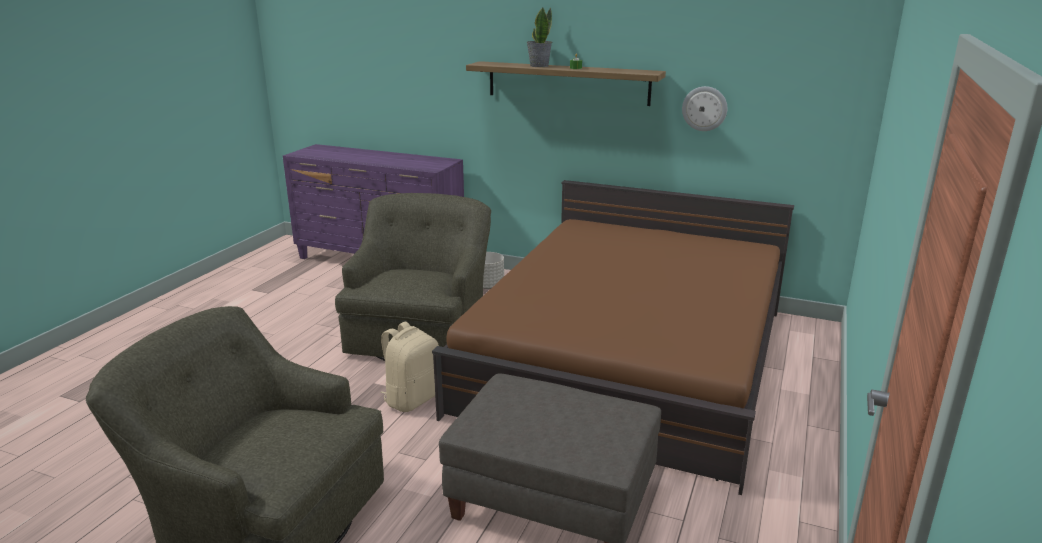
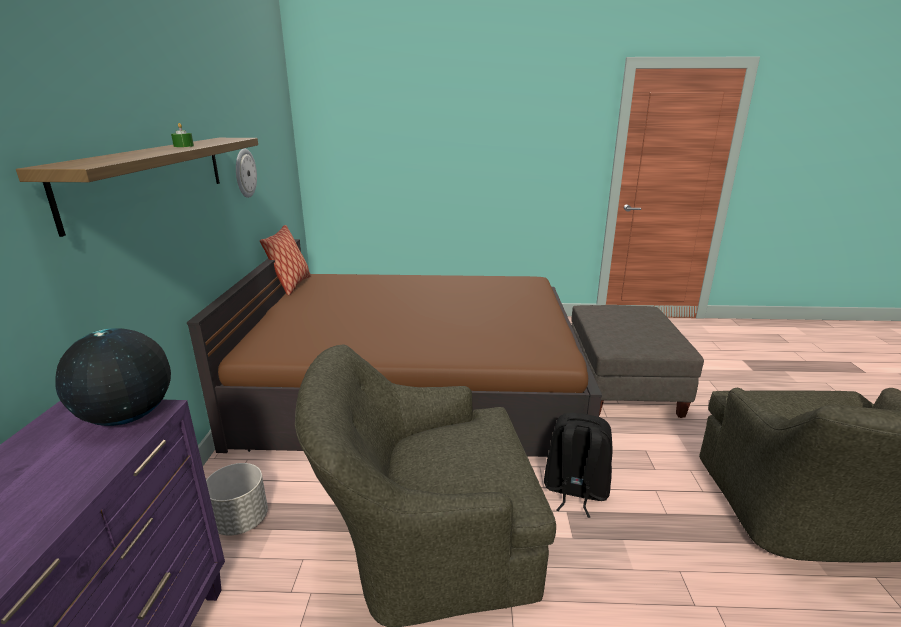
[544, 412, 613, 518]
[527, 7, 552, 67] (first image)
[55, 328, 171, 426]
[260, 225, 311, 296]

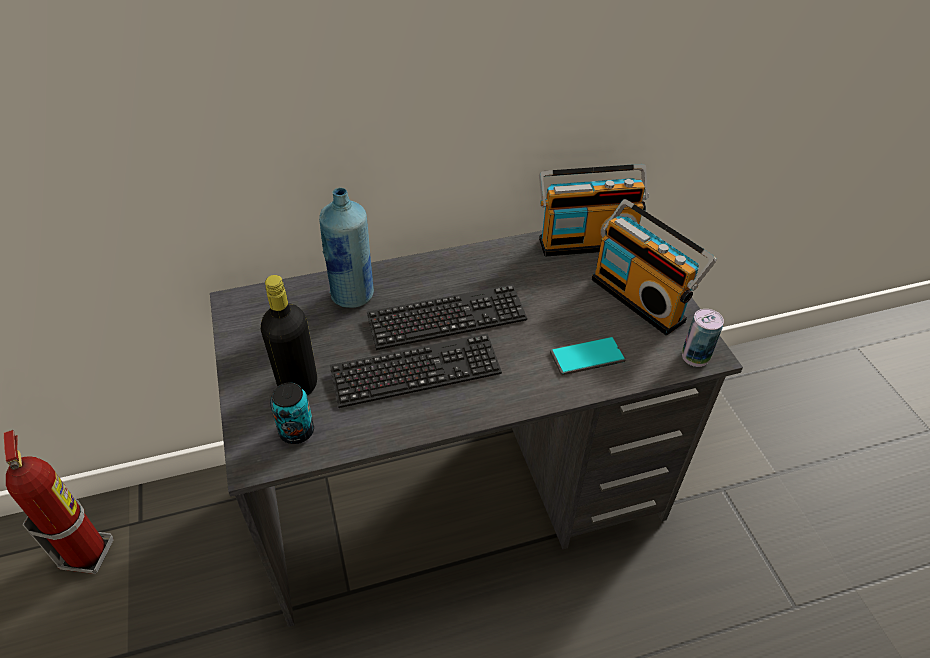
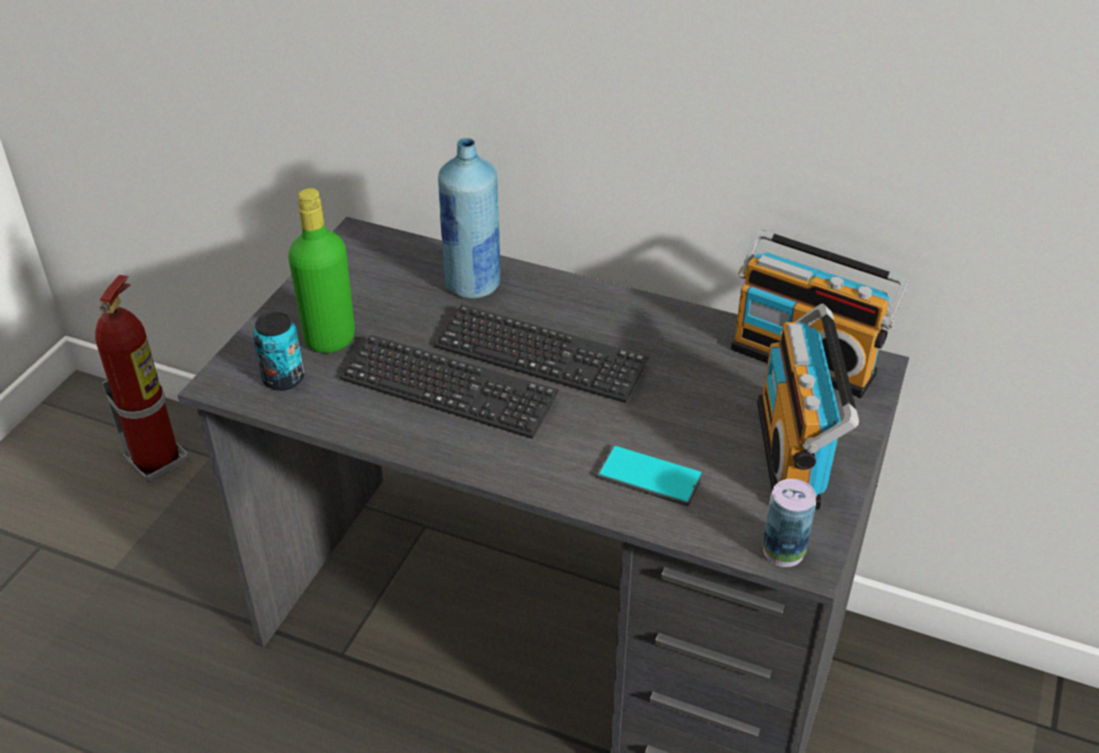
[288, 188, 355, 353]

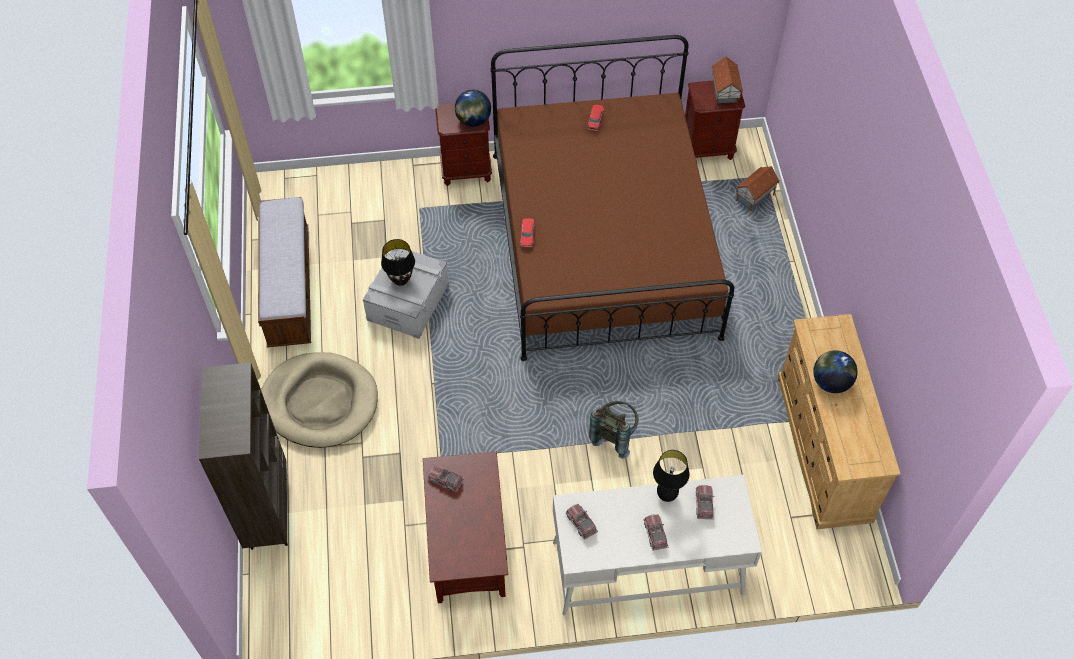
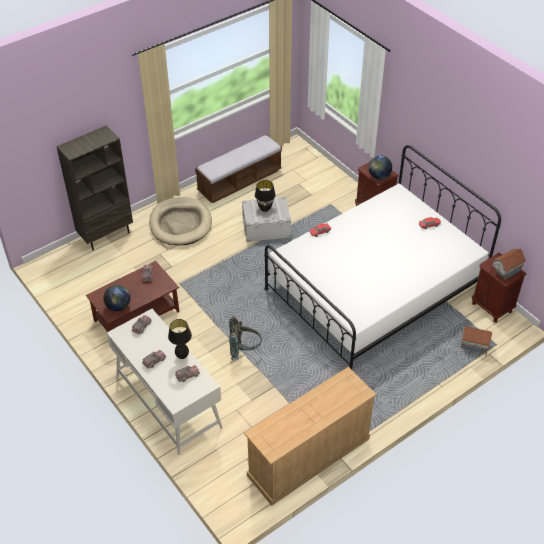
[264, 145, 501, 369]
[103, 285, 130, 311]

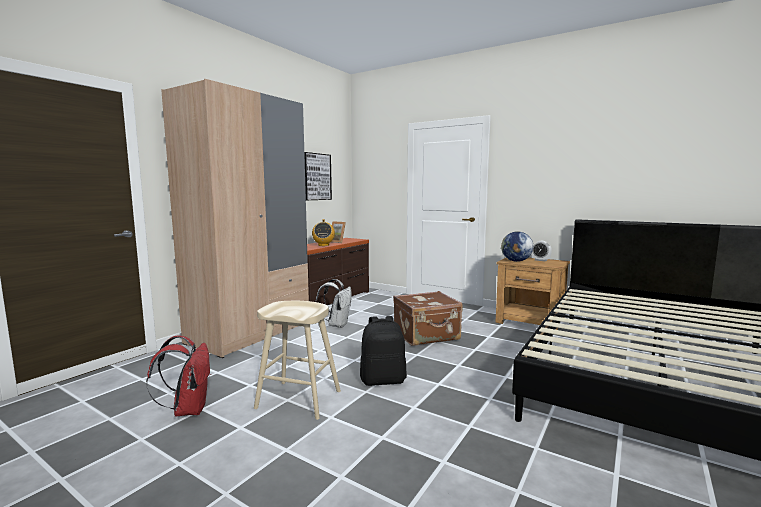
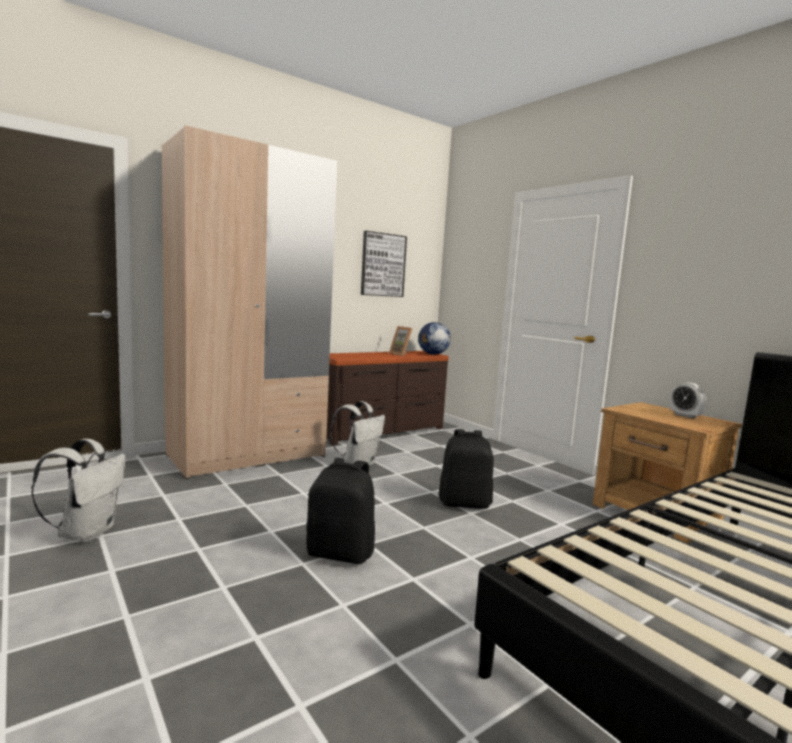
[31, 439, 126, 542]
[254, 301, 341, 420] (first image)
[312, 219, 335, 246] (first image)
[439, 429, 494, 509]
[418, 322, 451, 355]

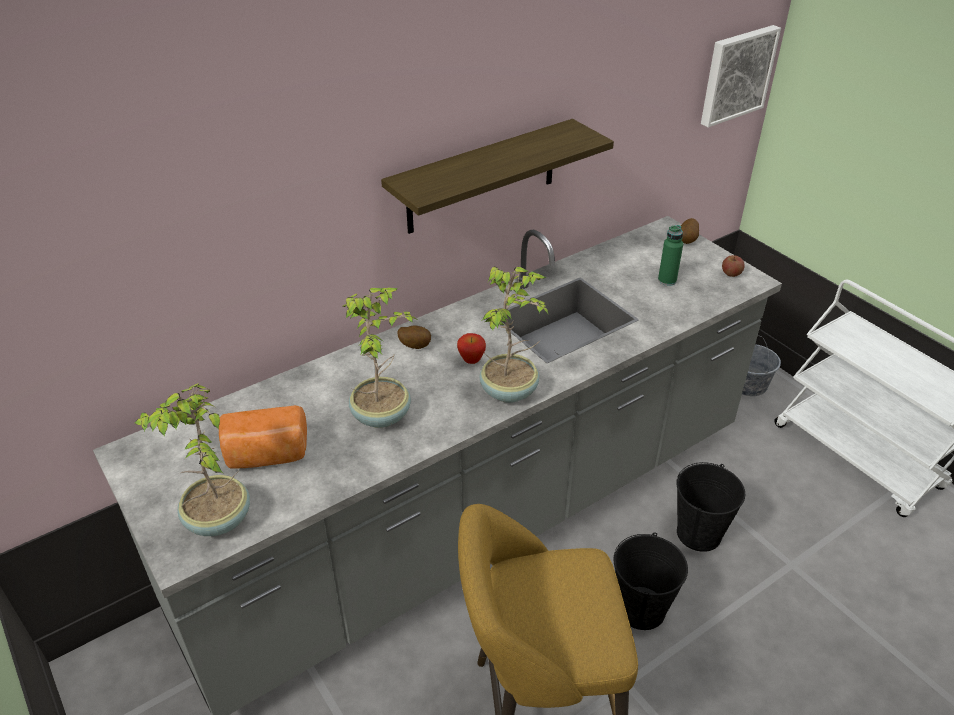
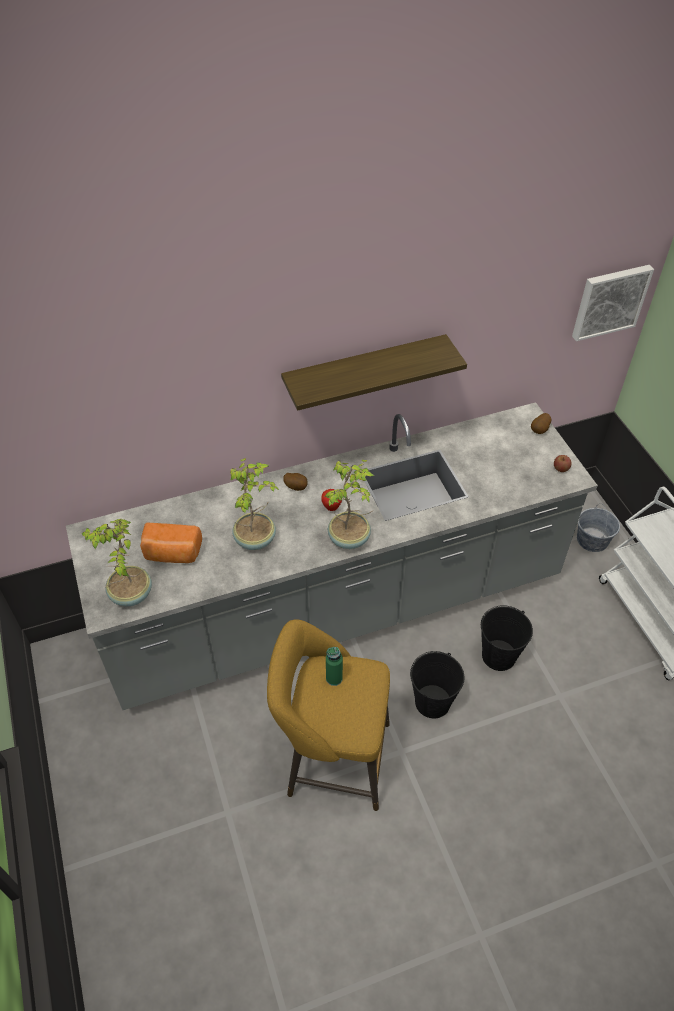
[326, 647, 343, 686]

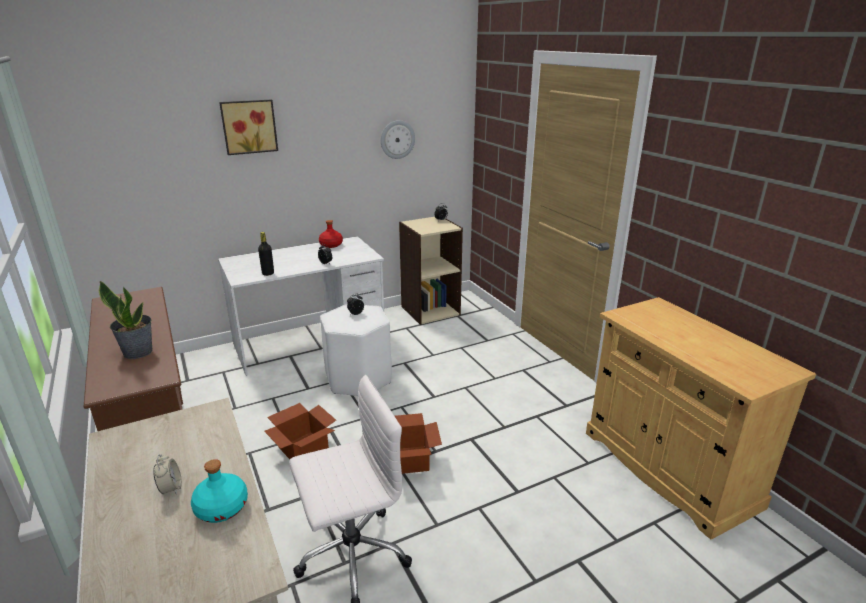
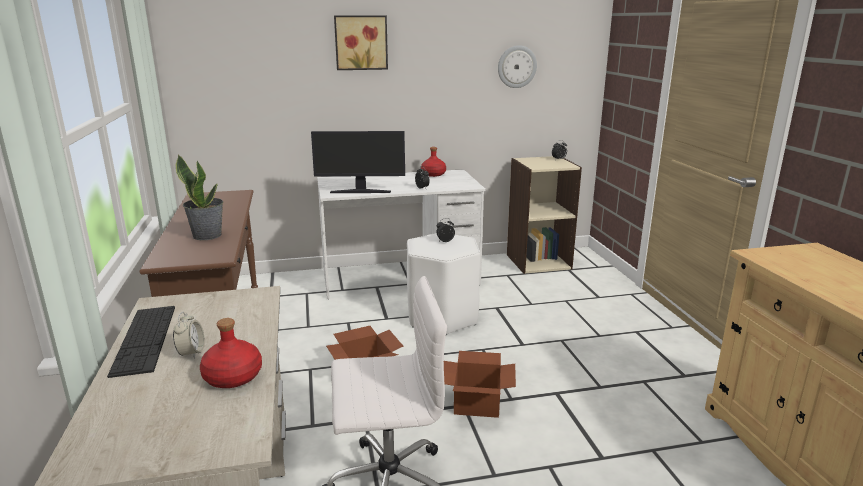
[200, 318, 262, 388]
[311, 131, 405, 193]
[107, 306, 175, 378]

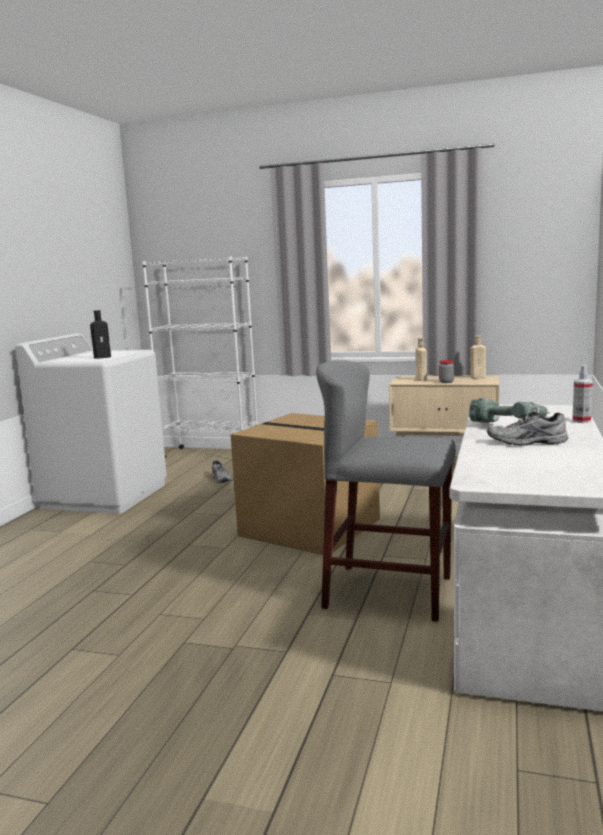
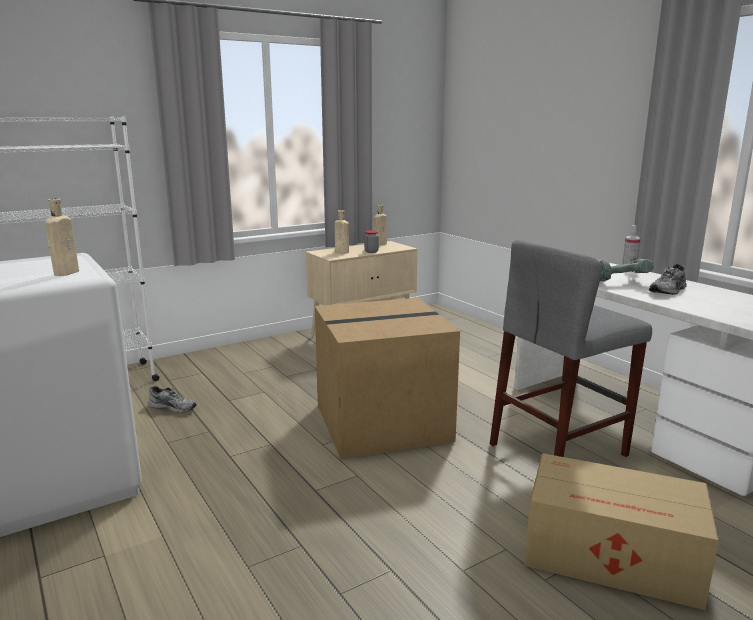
[45, 198, 79, 276]
[524, 453, 719, 610]

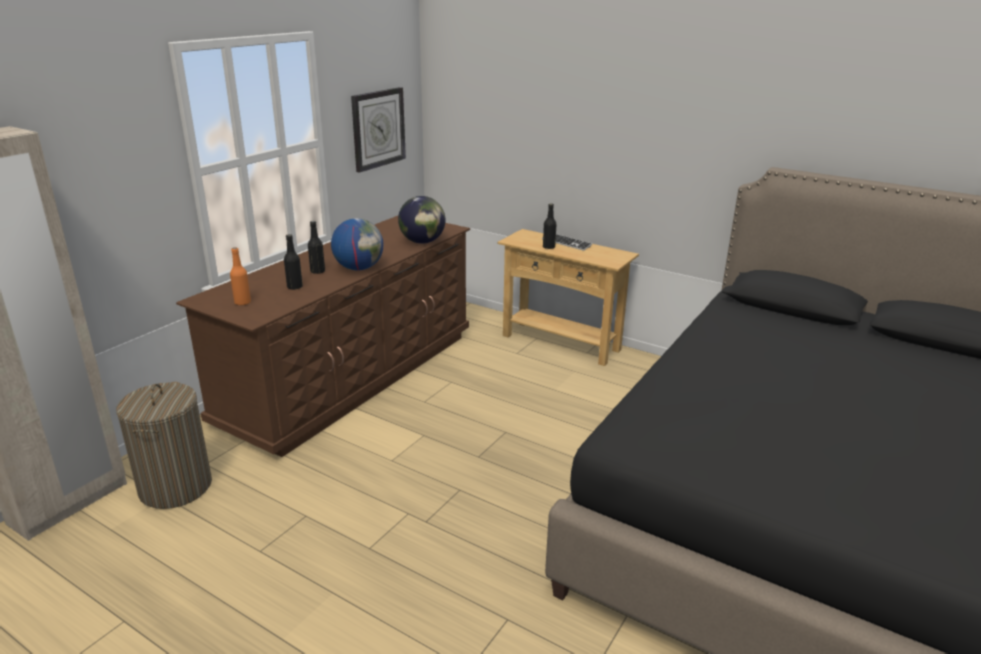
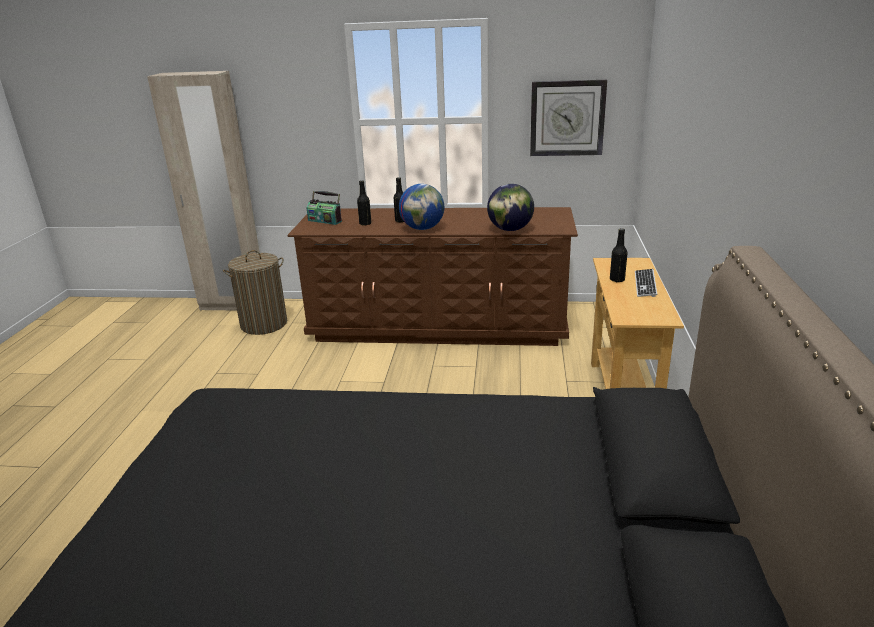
[306, 191, 342, 225]

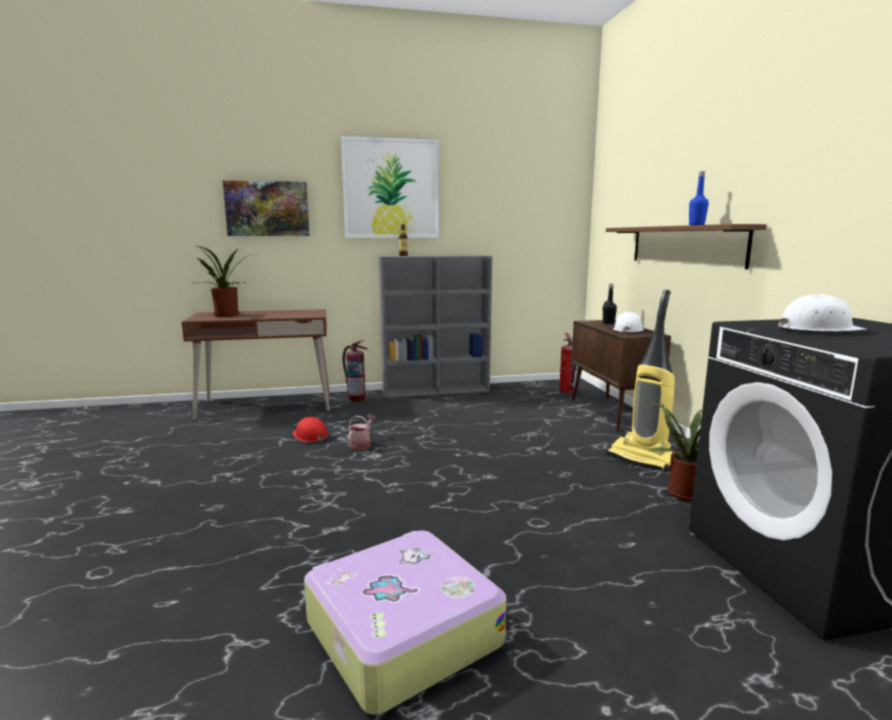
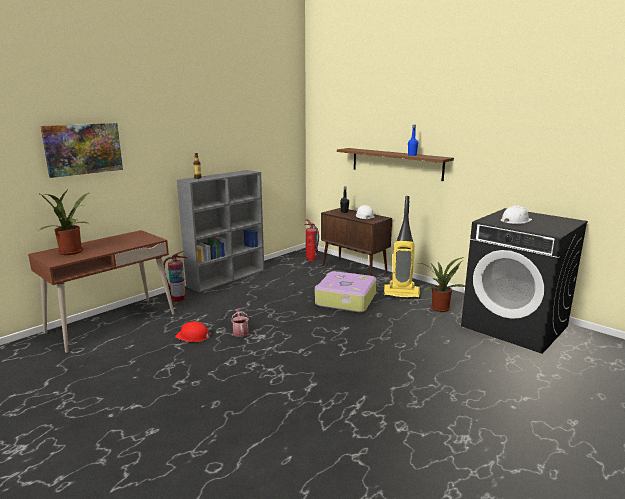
[315, 271, 377, 312]
[341, 136, 439, 238] (first image)

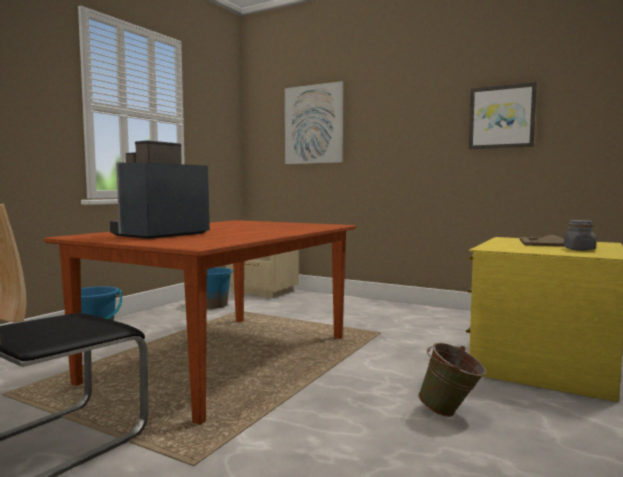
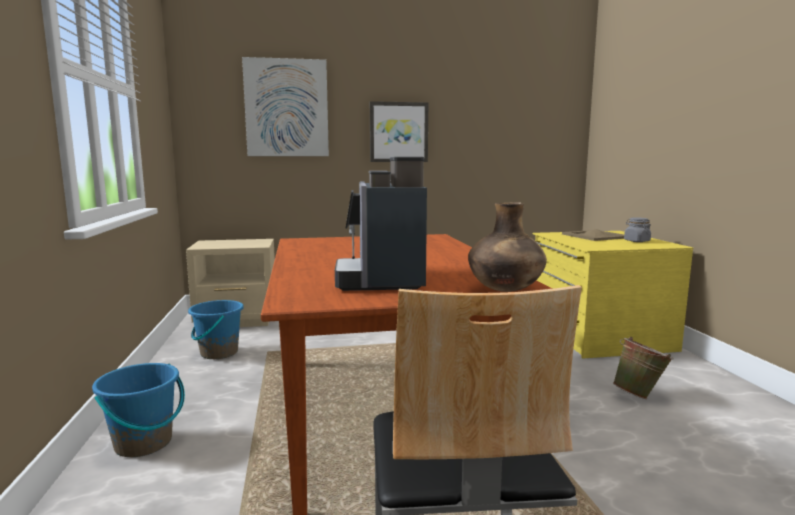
[370, 101, 428, 162]
[468, 202, 547, 292]

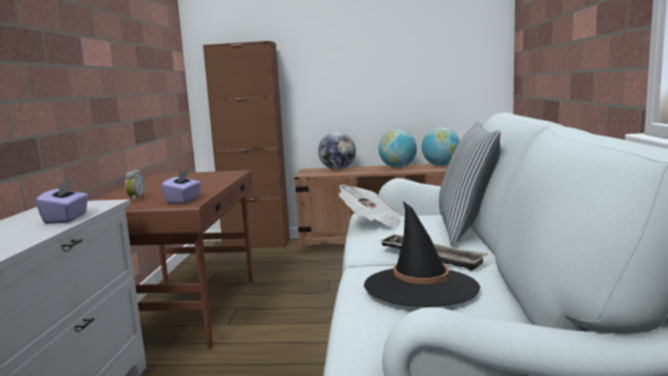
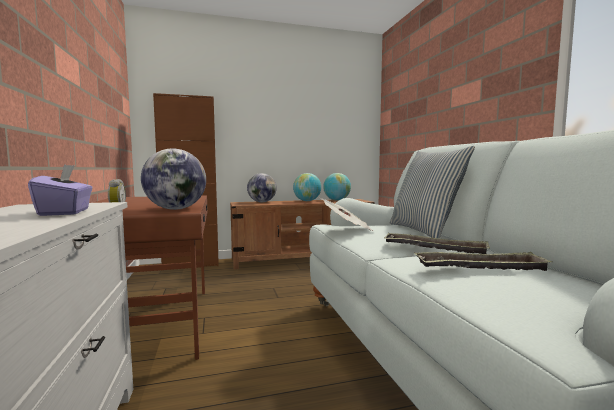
[141, 149, 206, 210]
[415, 252, 552, 271]

